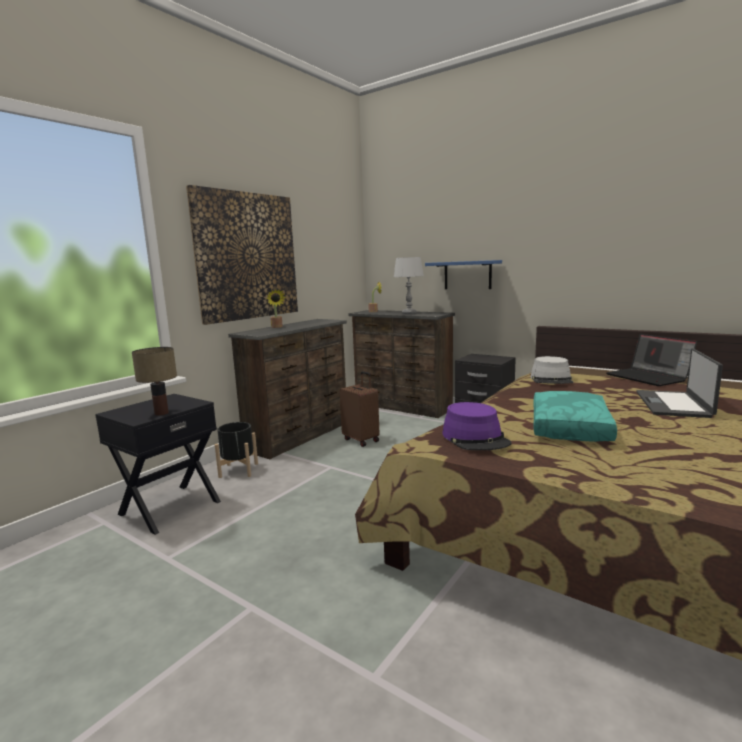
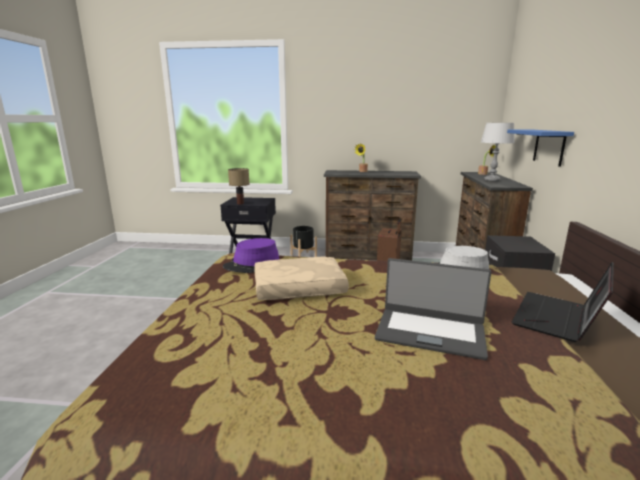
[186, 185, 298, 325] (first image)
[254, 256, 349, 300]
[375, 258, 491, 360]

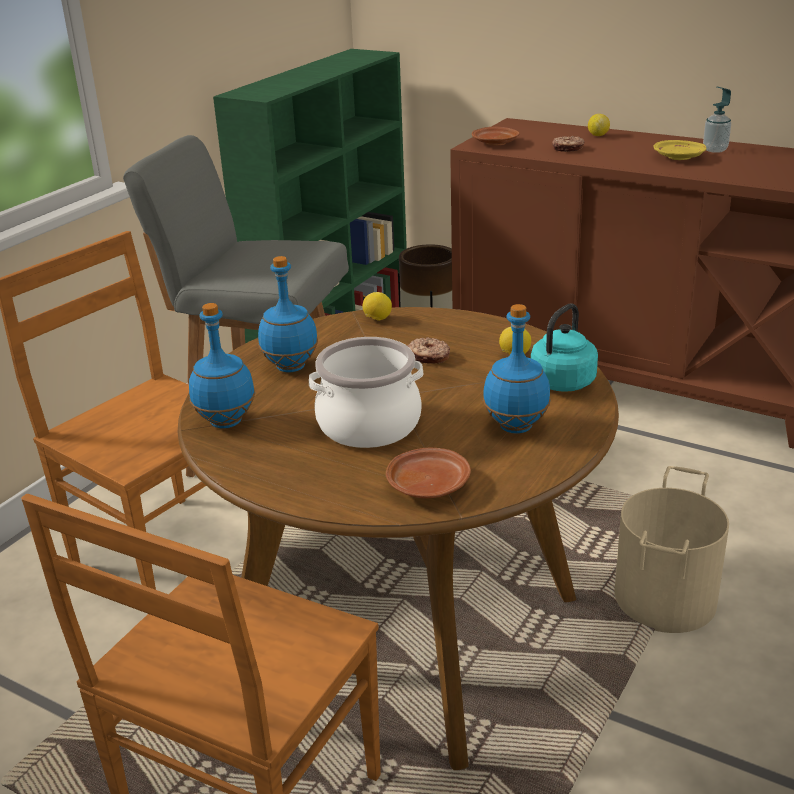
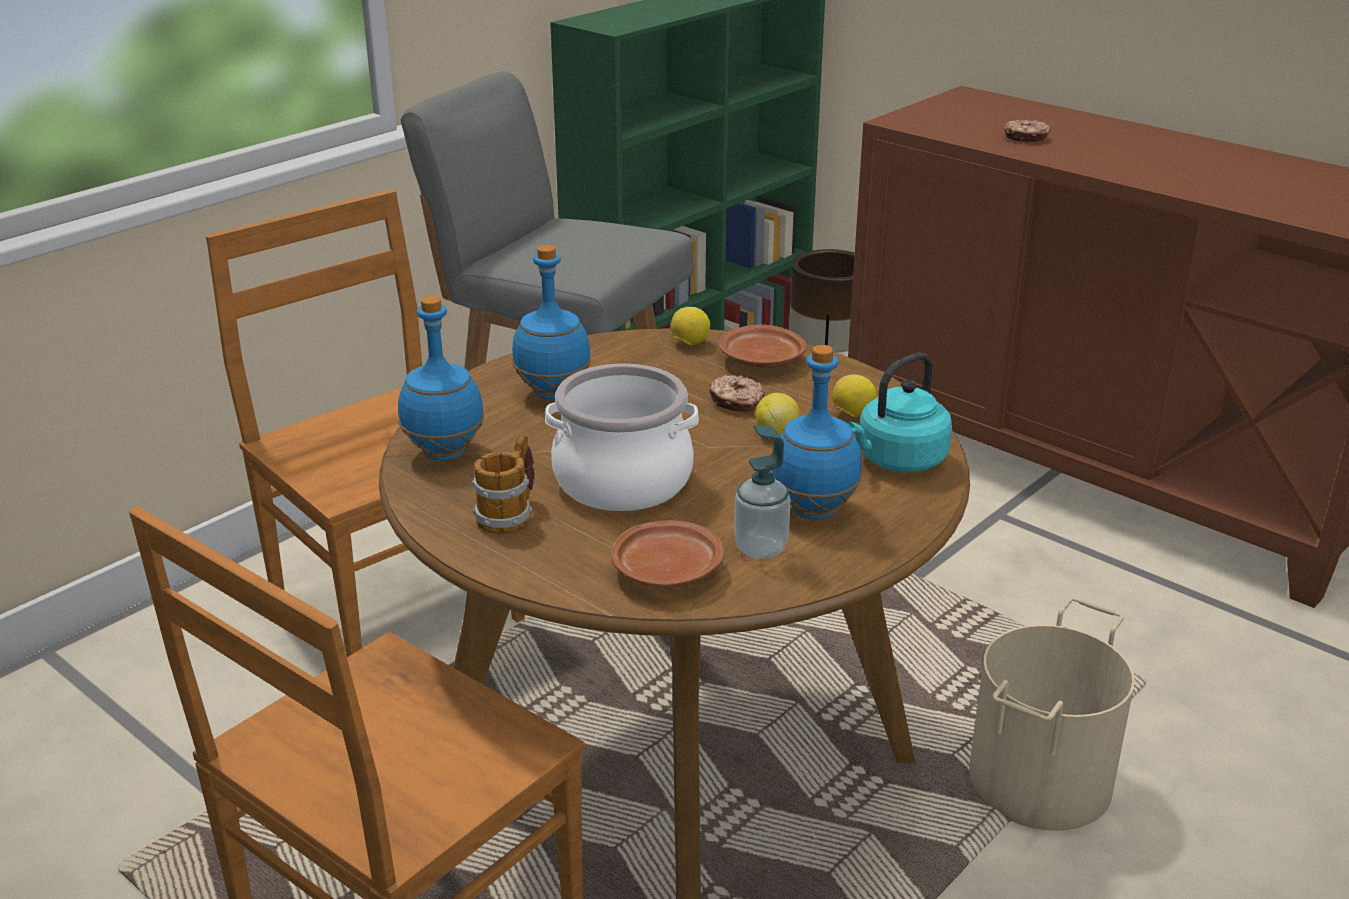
[719, 325, 806, 368]
[755, 393, 800, 436]
[654, 140, 706, 160] (first image)
[734, 425, 790, 559]
[472, 434, 535, 534]

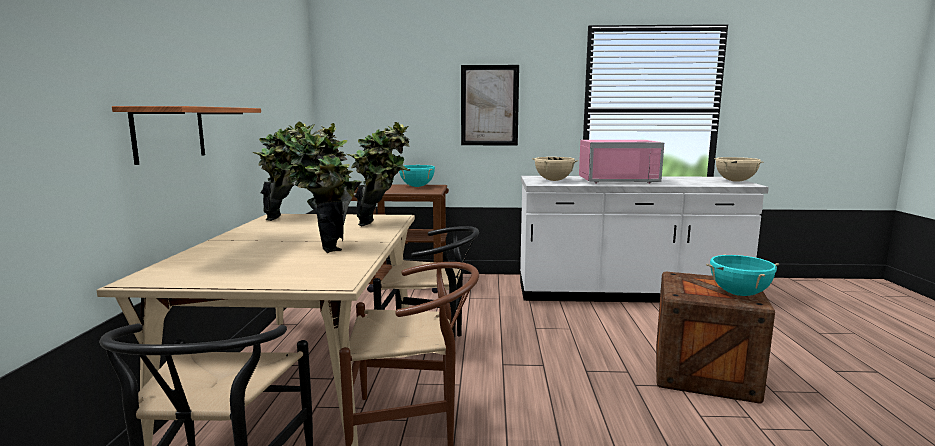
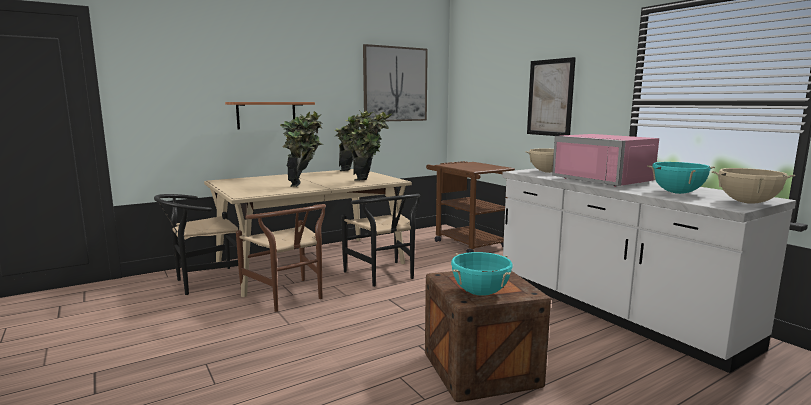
[647, 162, 715, 194]
[363, 44, 428, 121]

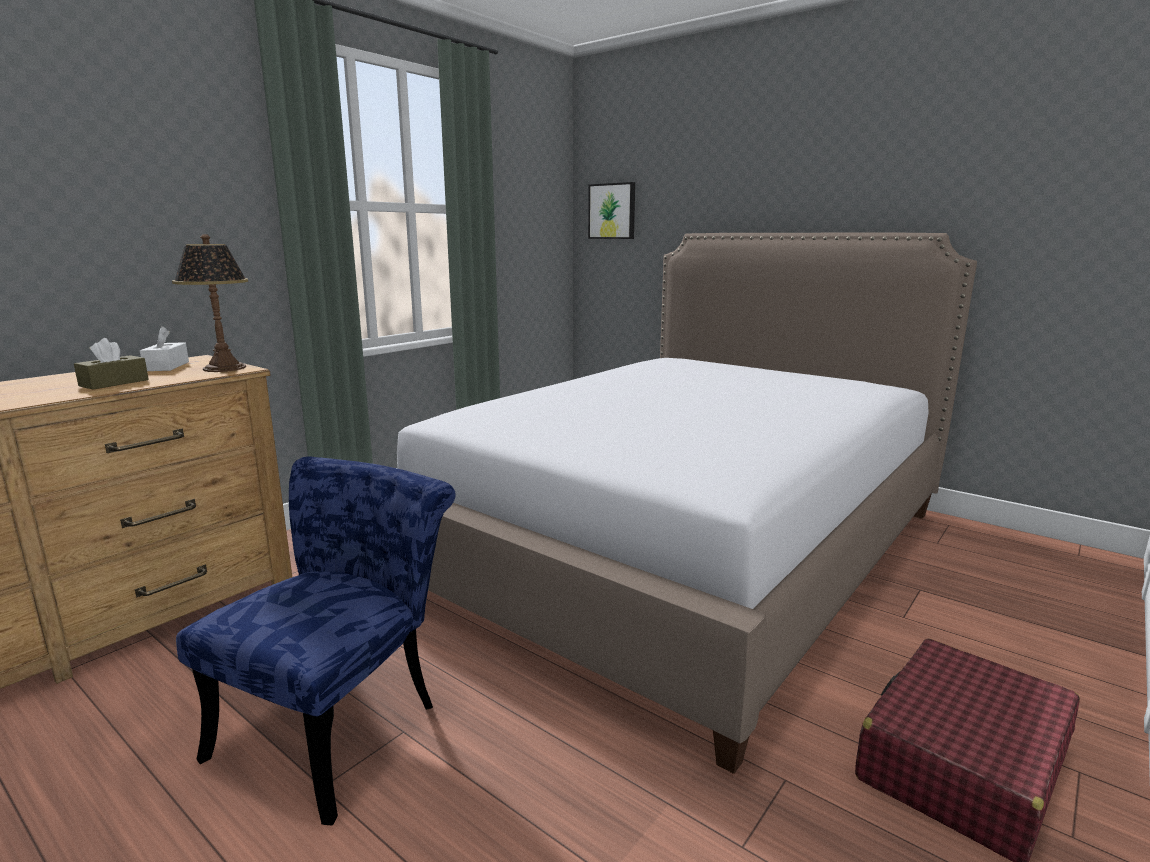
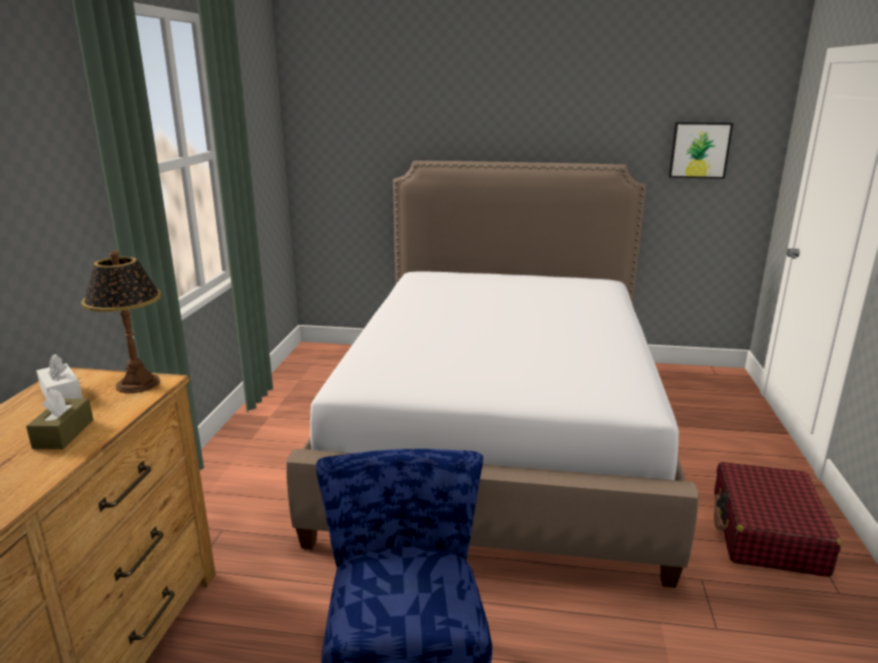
[668, 122, 733, 179]

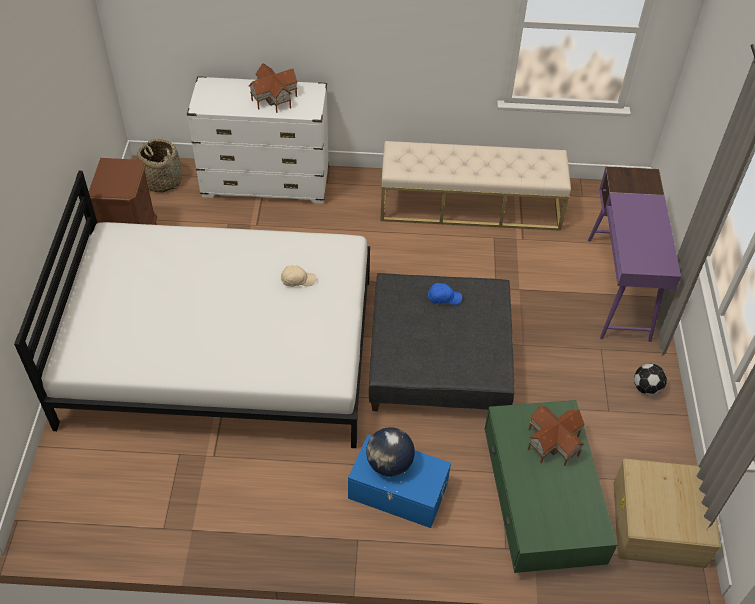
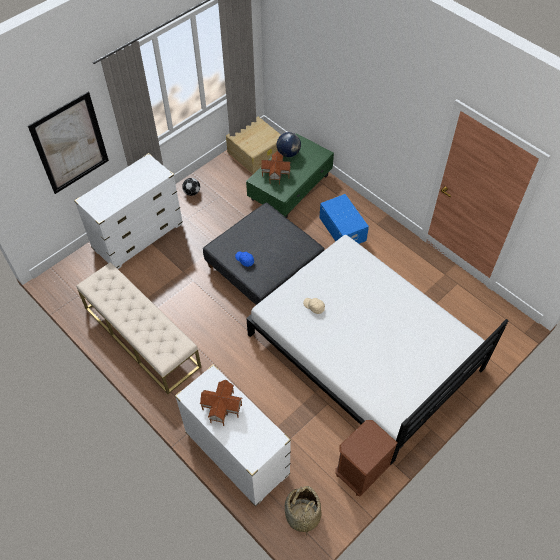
[277, 132, 301, 157]
[74, 153, 183, 269]
[28, 92, 109, 194]

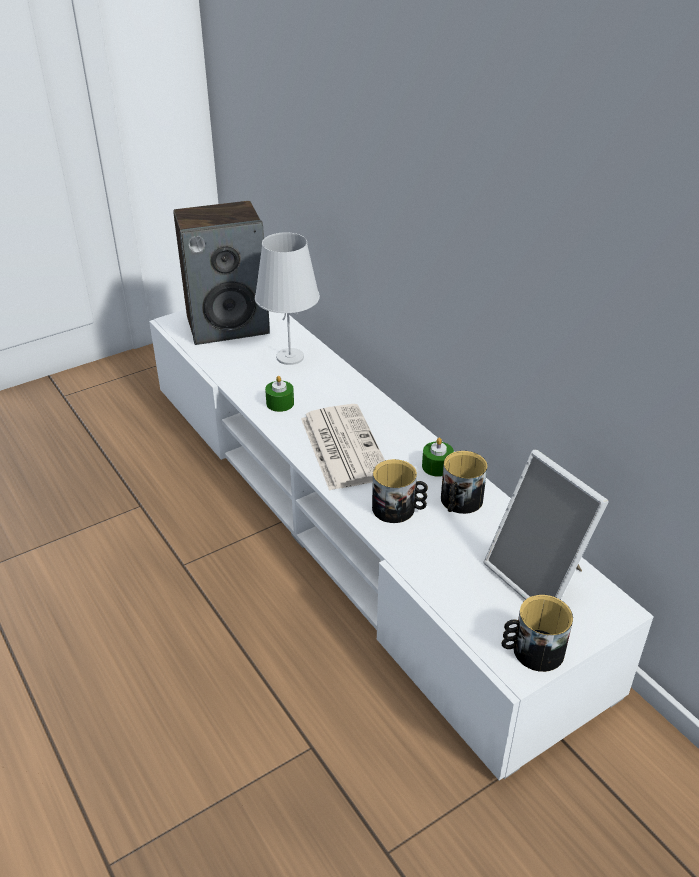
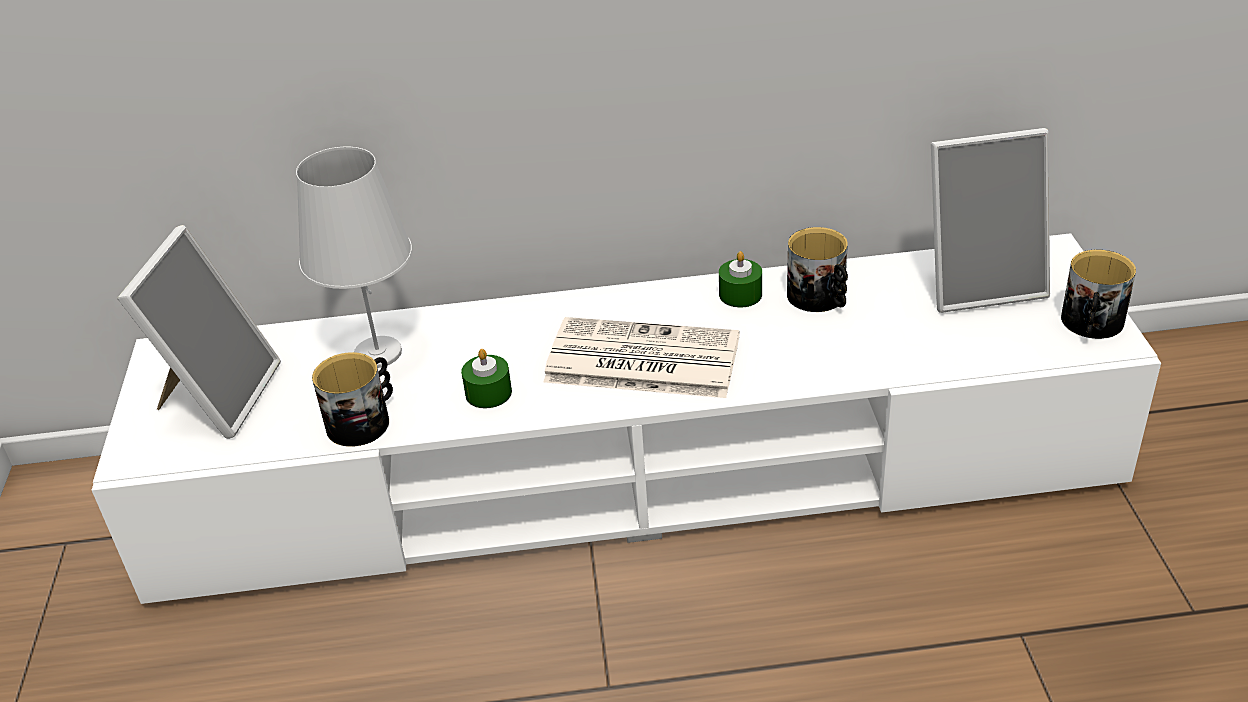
[117, 225, 281, 439]
[312, 352, 393, 447]

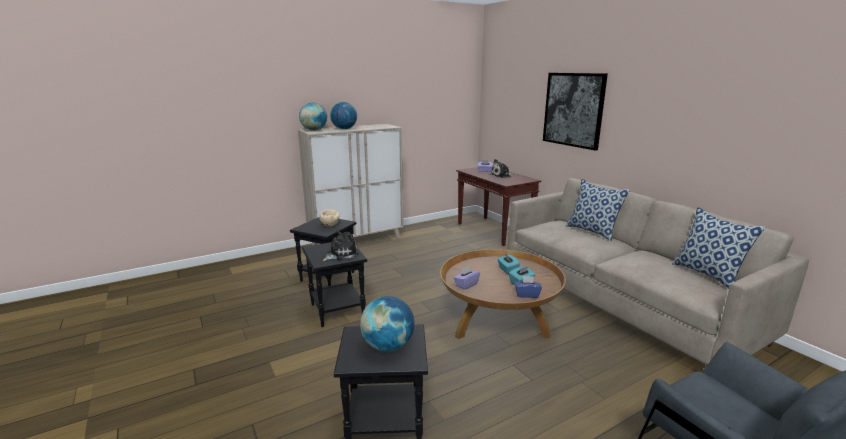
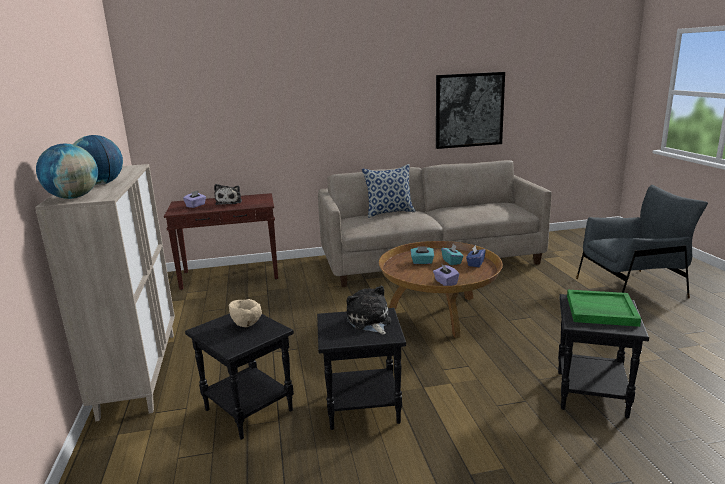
[567, 290, 641, 327]
[436, 72, 505, 149]
[672, 207, 765, 288] (first image)

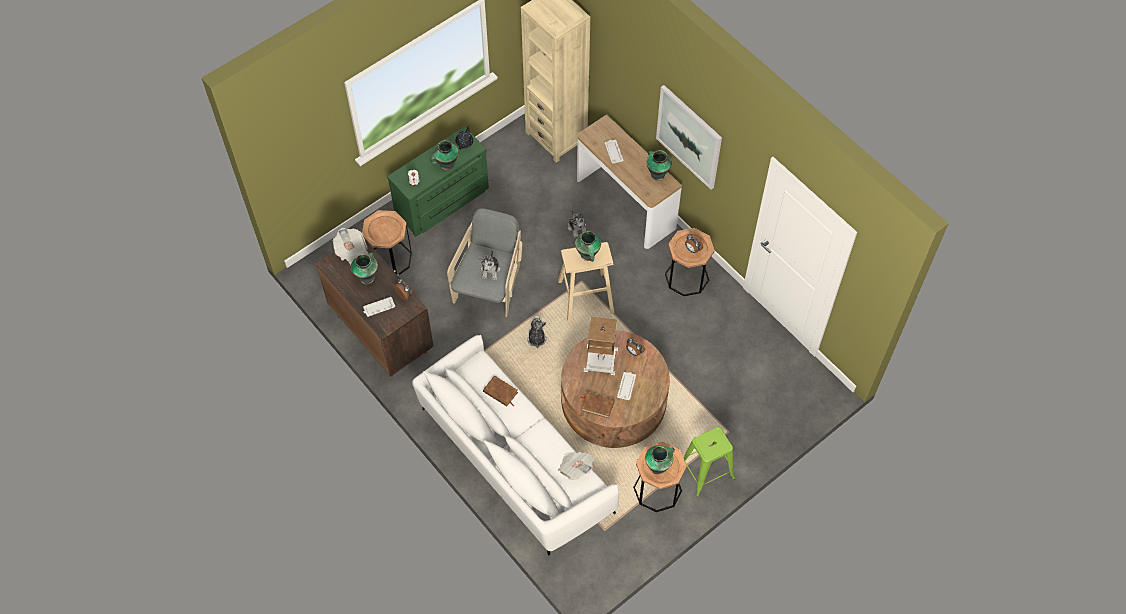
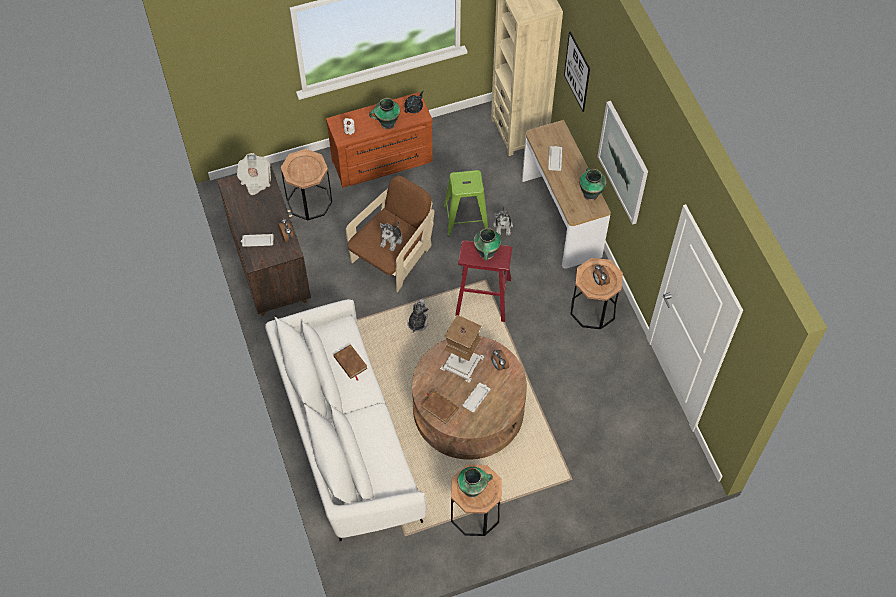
[351, 253, 378, 284] (first image)
[326, 92, 433, 187]
[346, 175, 435, 292]
[455, 240, 512, 322]
[558, 452, 594, 480] (first image)
[443, 170, 488, 236]
[564, 31, 590, 112]

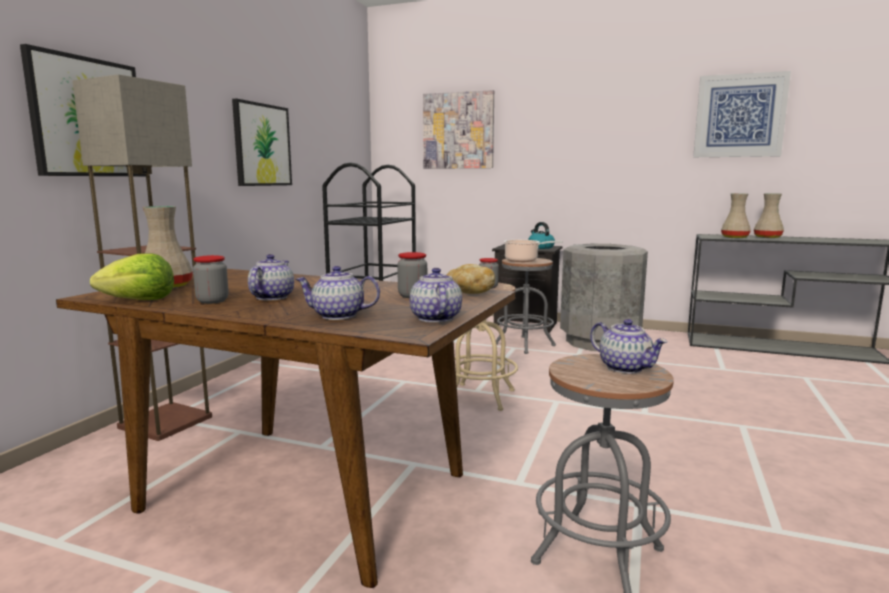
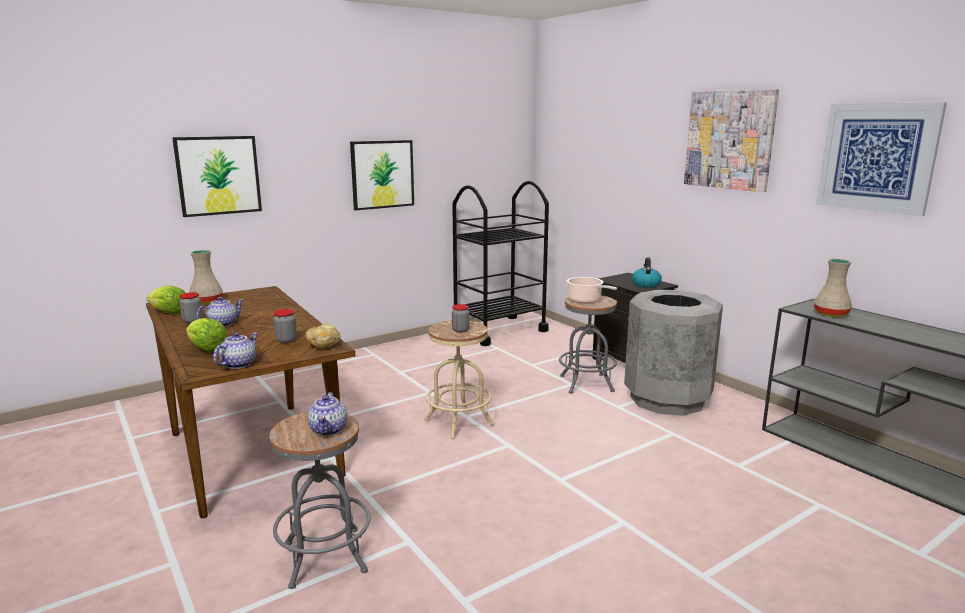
[72, 74, 212, 441] (first image)
[186, 318, 227, 352]
[684, 89, 779, 192]
[754, 193, 784, 238] (first image)

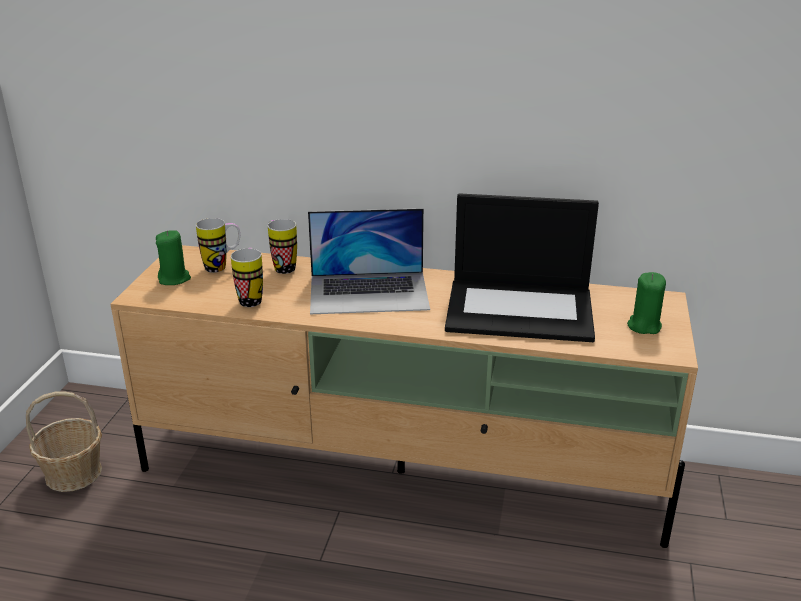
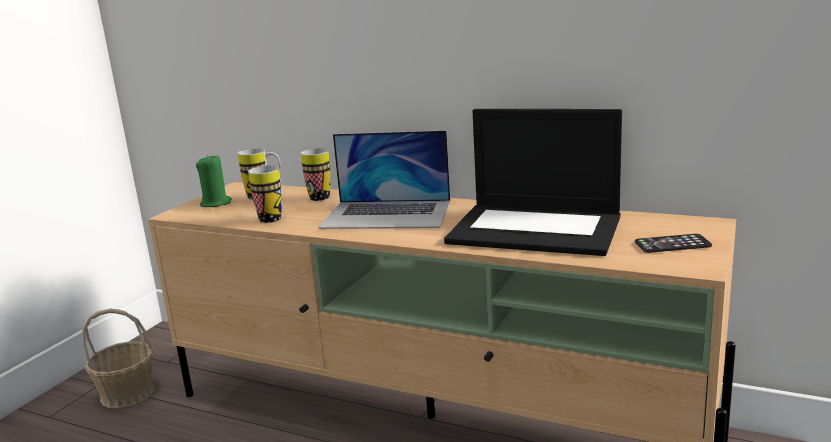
[635, 234, 712, 253]

